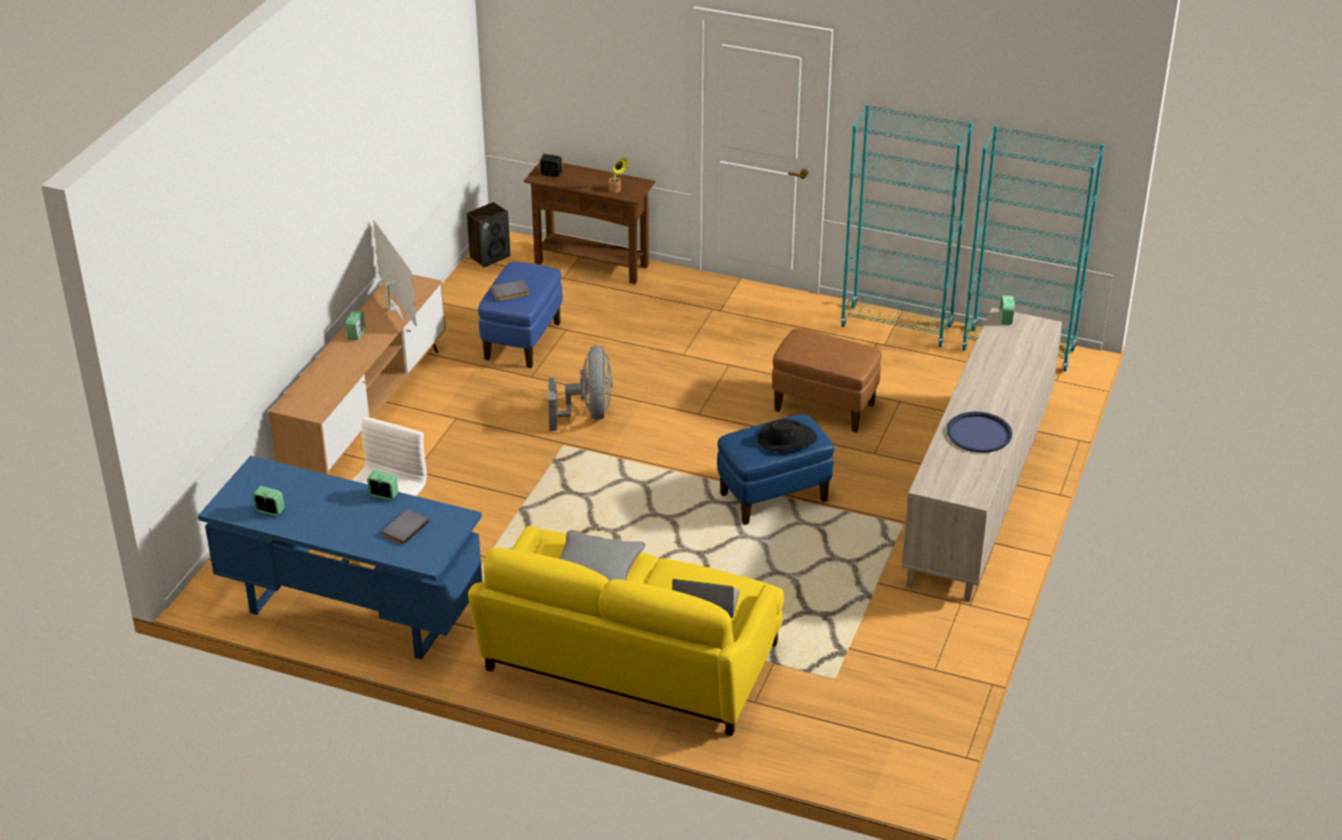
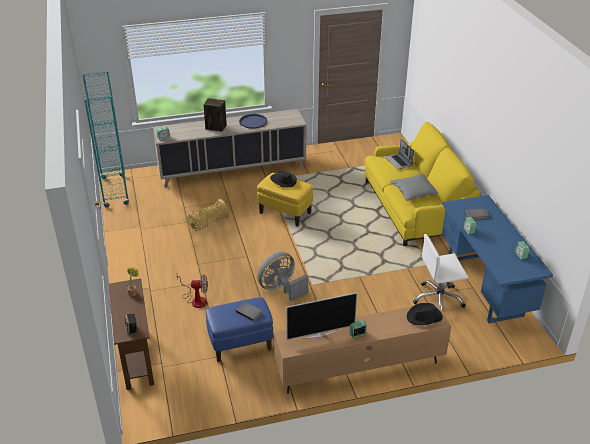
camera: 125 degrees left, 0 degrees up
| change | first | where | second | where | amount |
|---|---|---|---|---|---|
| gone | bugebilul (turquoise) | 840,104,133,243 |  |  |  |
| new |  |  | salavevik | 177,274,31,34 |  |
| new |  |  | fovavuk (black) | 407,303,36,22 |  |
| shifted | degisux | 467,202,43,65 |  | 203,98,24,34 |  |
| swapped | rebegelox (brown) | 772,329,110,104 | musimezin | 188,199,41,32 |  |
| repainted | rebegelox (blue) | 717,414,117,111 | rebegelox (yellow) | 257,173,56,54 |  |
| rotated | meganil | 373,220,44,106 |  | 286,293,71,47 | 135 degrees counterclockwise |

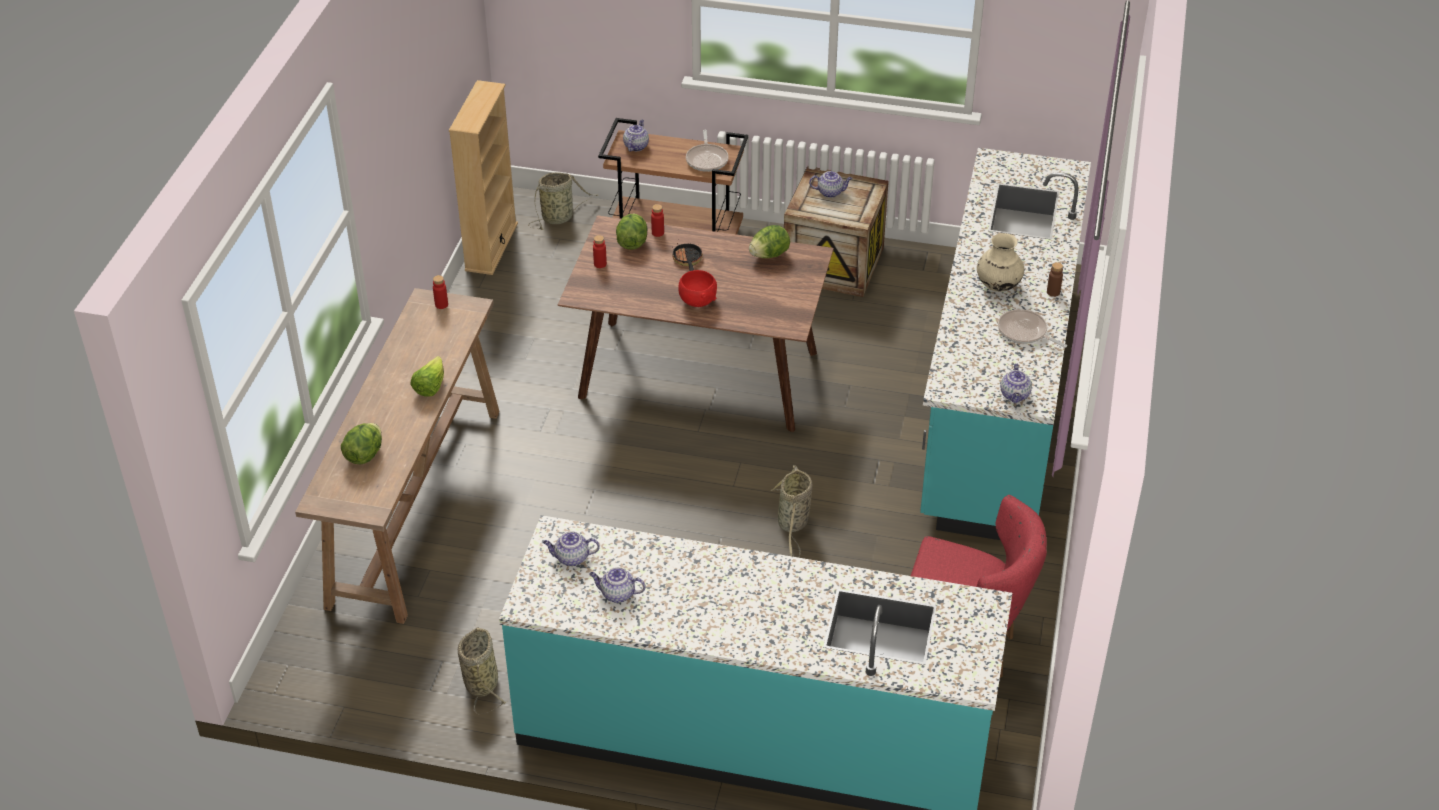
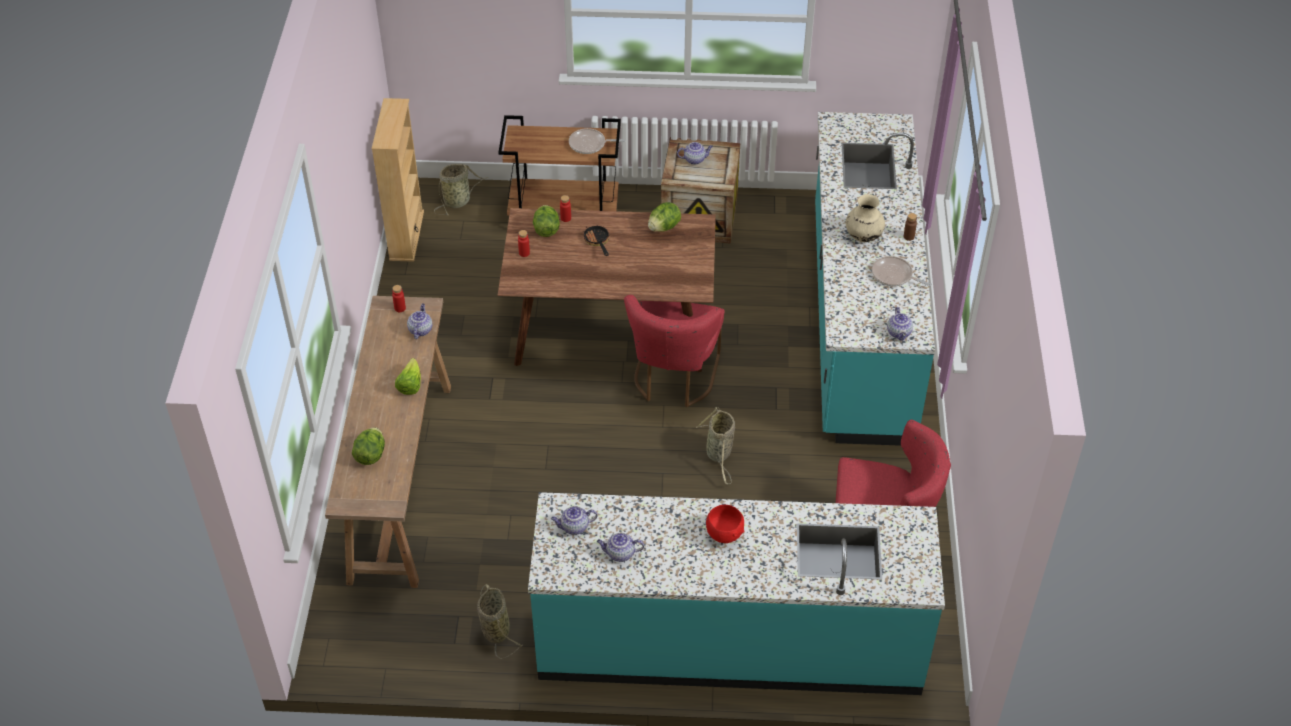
camera: 10 degrees left, 5 degrees up
| change | first | where | second | where | amount |
|---|---|---|---|---|---|
| new |  |  | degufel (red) | 624,295,101,112 |  |
| shifted | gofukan | 623,120,26,32 |  | 407,303,25,36 |  |
| shifted | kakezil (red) | 678,270,39,37 |  | 706,505,39,38 |  |
| rotated | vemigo | 686,130,43,42 |  | 569,128,57,26 | 105 degrees clockwise |

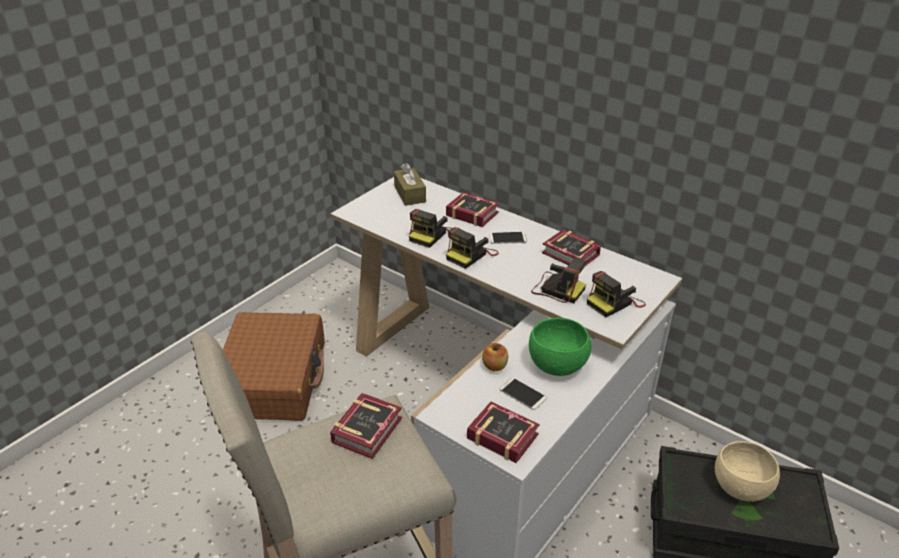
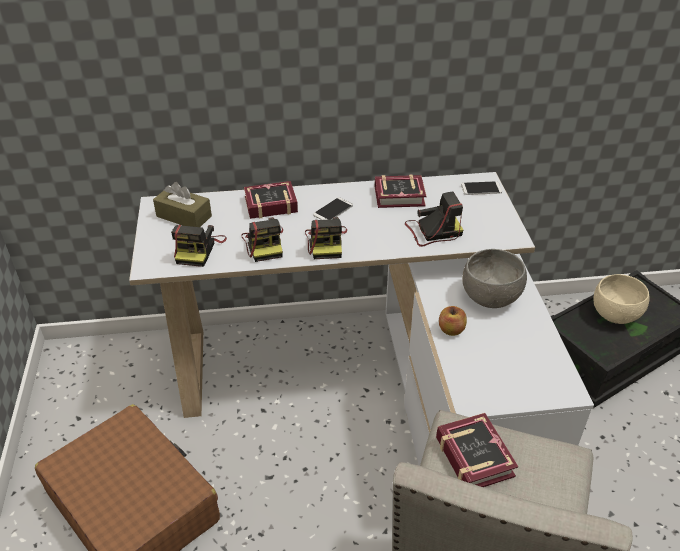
camera: 45 degrees left, 5 degrees up
| change | first | where | second | where | amount |
|---|---|---|---|---|---|
| gone | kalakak | 467,401,72,62 |  |  |  |
| shifted | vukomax | 500,378,47,32 |  | 461,181,41,14 |  |
| shifted | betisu | 587,271,59,46 |  | 171,225,56,42 |  |
| repainted | kakezil (green) | 529,318,63,58 | kakezil (grey) | 462,249,65,59 |  |

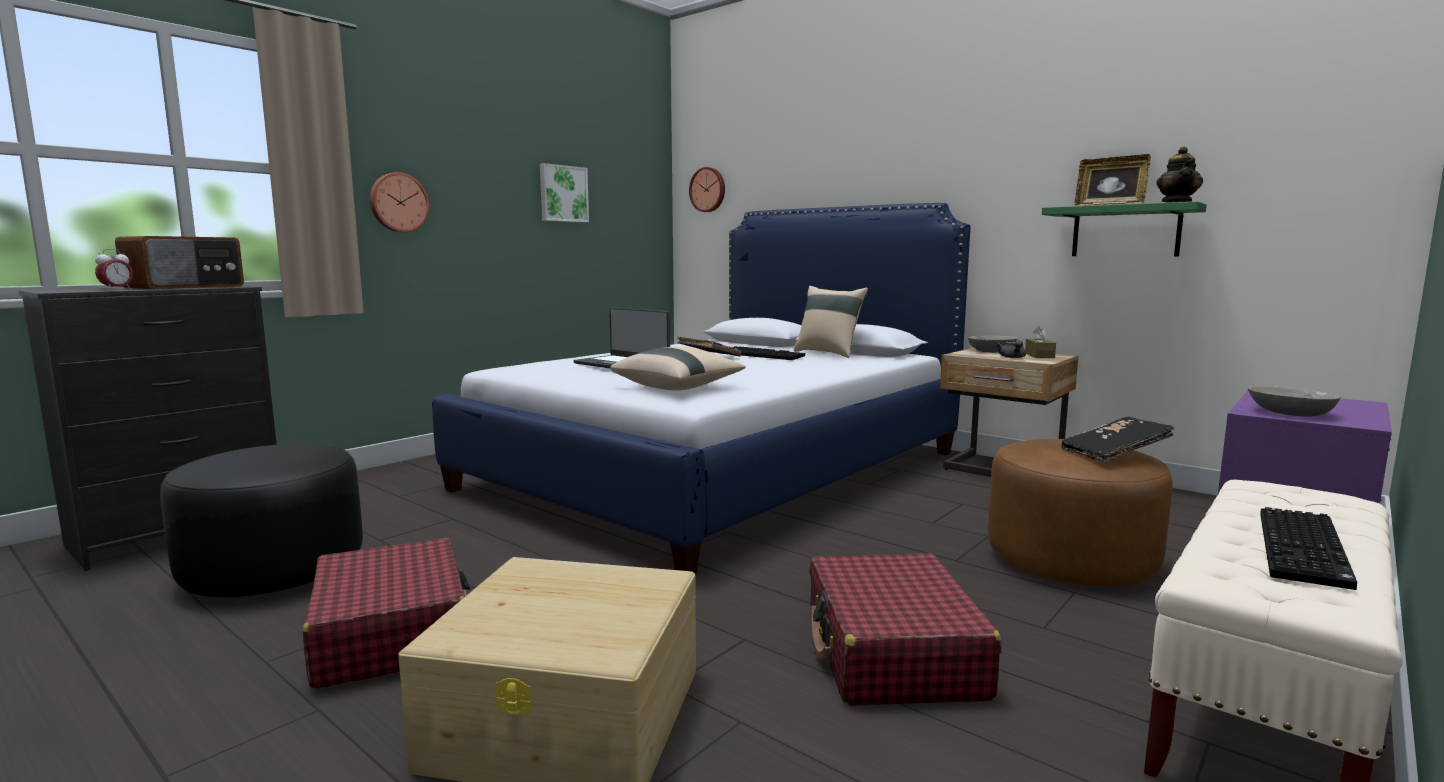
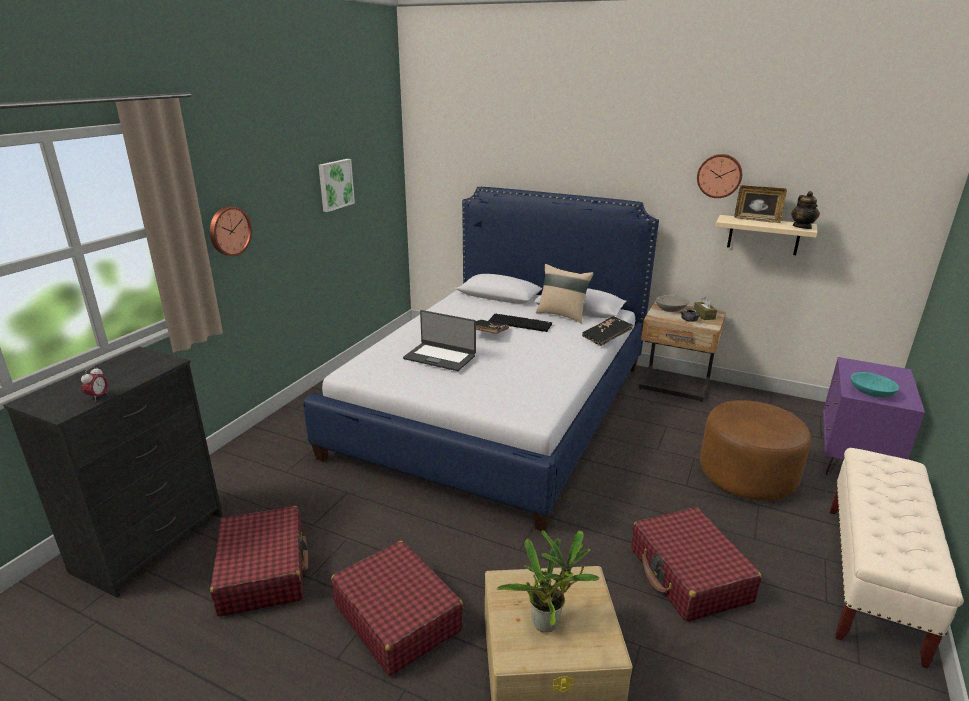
camera: 15 degrees left, 15 degrees up
| change | first | where | second | where | amount |
|---|---|---|---|---|---|
| gone | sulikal | 115,236,129,53 |  |  |  |
| gone | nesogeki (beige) | 610,347,136,44 |  |  |  |
| gone | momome | 1260,507,97,83 |  |  |  |
| new |  |  | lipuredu | 497,530,102,103 |  |
| shifted | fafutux | 689,167,36,45 |  | 697,154,45,44 |  |
| shifted | kalakak (black) | 1061,417,114,45 |  | 582,316,51,30 |  |
| swapped | rebegelox (black) | 160,444,203,153 | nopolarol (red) | 210,506,99,111 |  |
| repainted | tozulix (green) | 1042,201,165,55 | tozulix (beige) | 715,215,102,40 |  |
| repainted | kakezil (grey) | 1248,385,92,32 | kakezil (turquoise) | 851,372,48,25 |  |

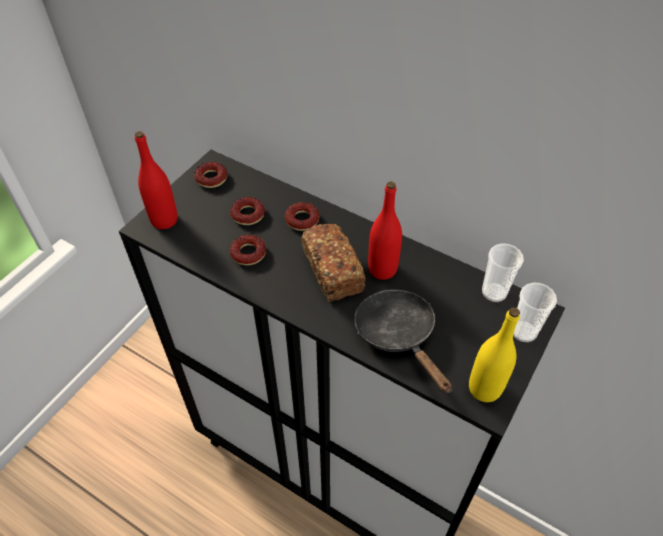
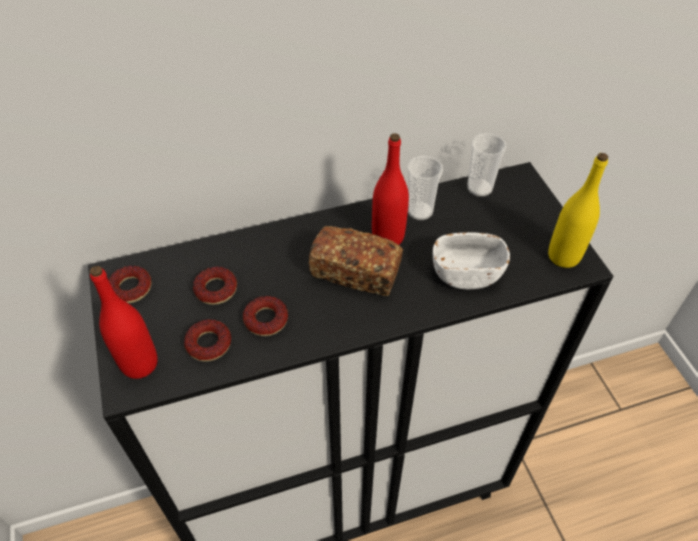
camera: 50 degrees left, 0 degrees up
| change | first | where | second | where | amount |
|---|---|---|---|---|---|
| shifted | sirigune | 285,202,34,29 |  | 184,319,47,42 |  |
| shifted | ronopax | 513,282,44,60 |  | 407,156,36,64 |  |
| swapped | vemigo (black) | 354,290,98,103 | kakezil (white) | 433,232,77,57 |  |

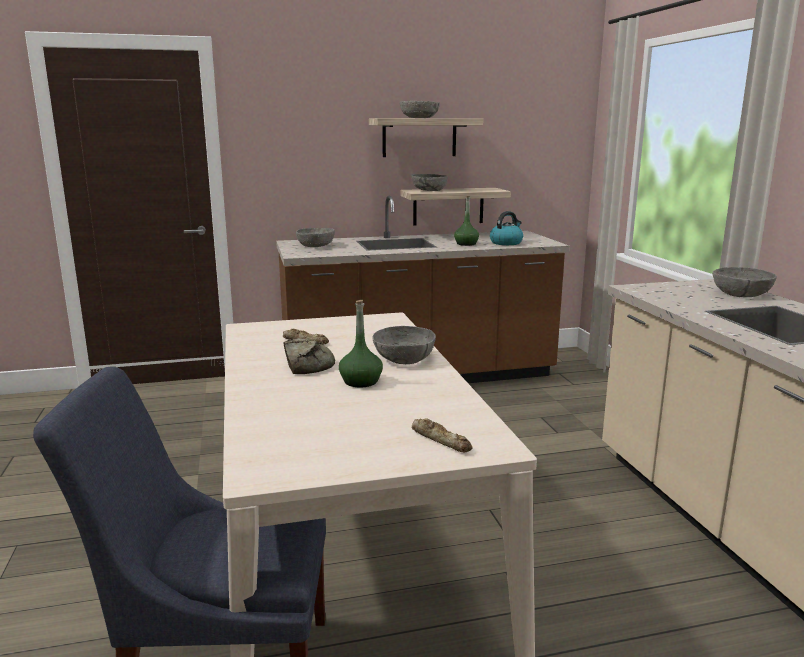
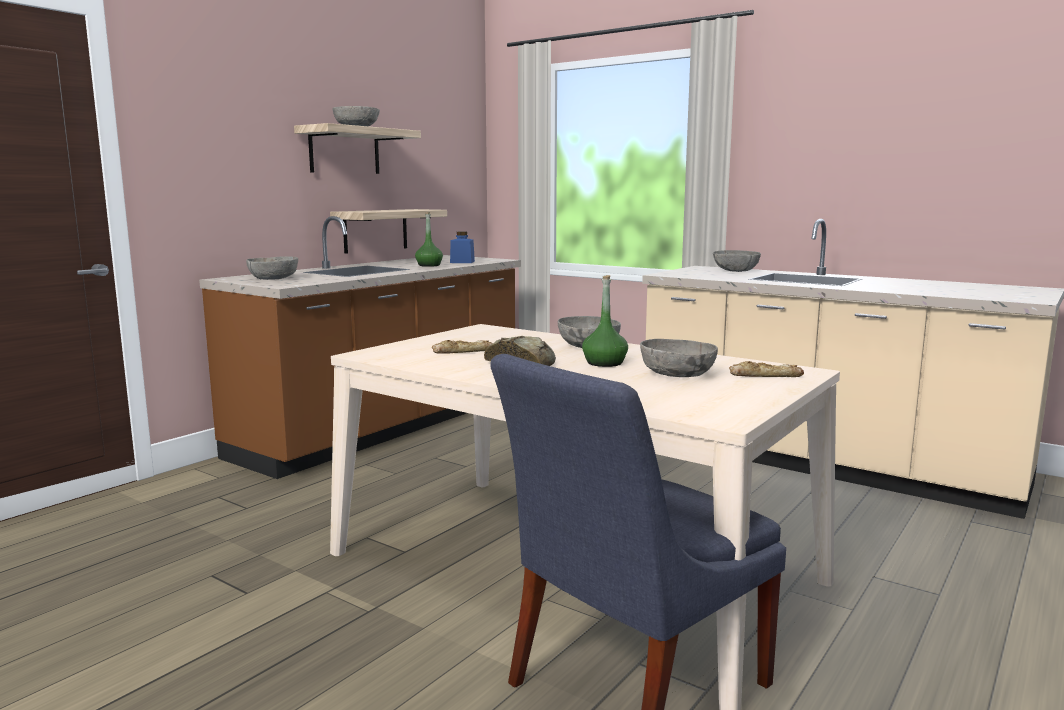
camera: 40 degrees left, 5 degrees down
| change | first | where | second | where | amount |
|---|---|---|---|---|---|
| shifted | kakezil (grey) | 412,174,36,17 |  | 640,339,78,38 |  |
| swapped | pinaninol | 490,211,33,34 | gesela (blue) | 450,231,25,32 |  |

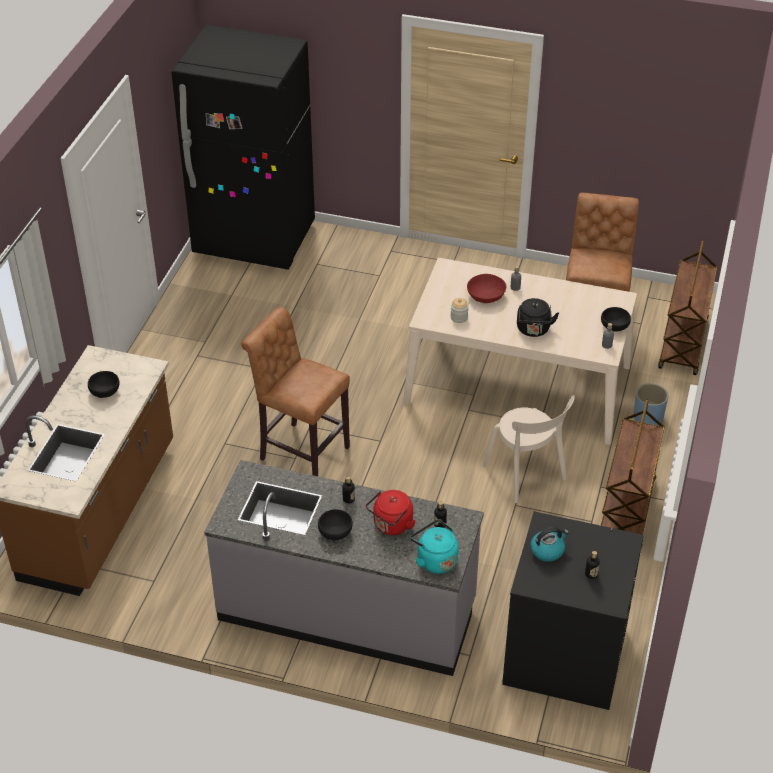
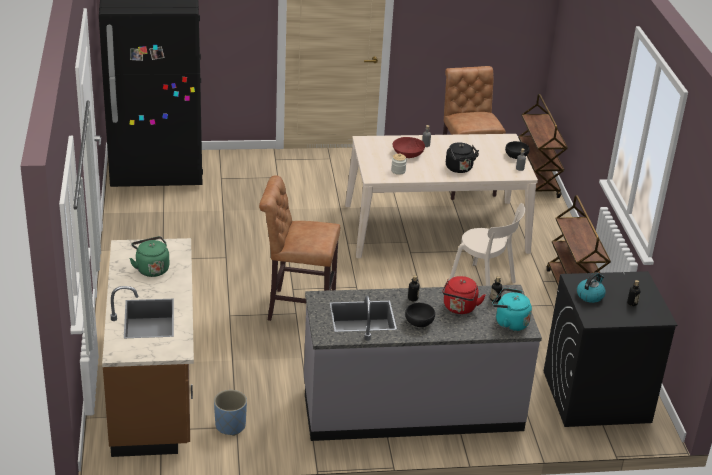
camera: 25 degrees left, 10 degrees down
| change | first | where | second | where | amount |
|---|---|---|---|---|---|
| shifted | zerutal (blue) | 634,383,34,42 |  | 214,390,33,46 |  |
| swapped | kakezil (black) | 88,371,31,27 | pinaninol (green) | 129,236,41,41 |  |

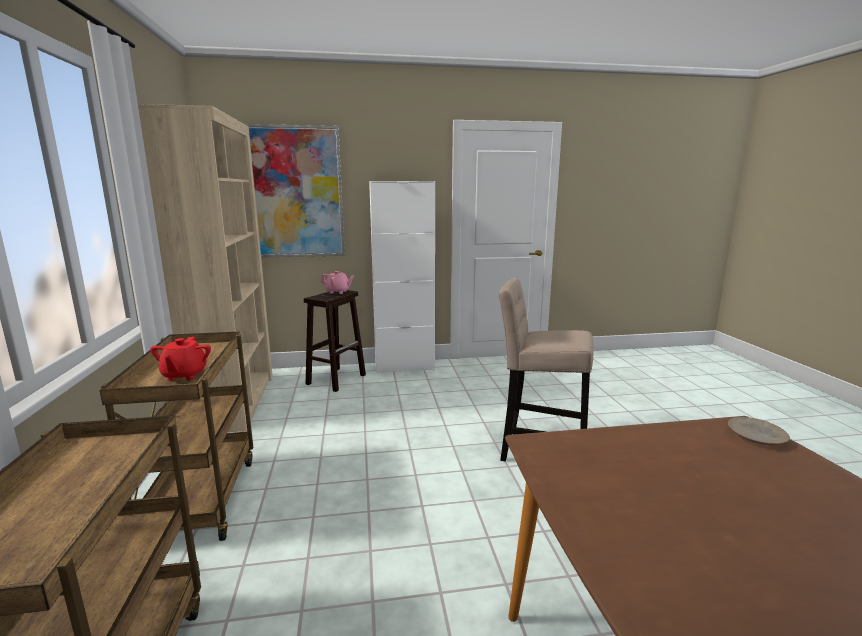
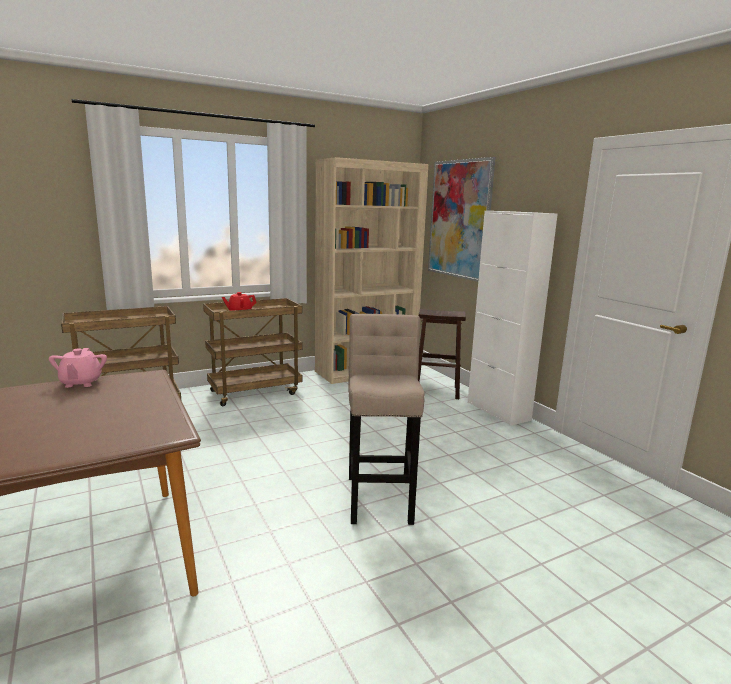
camera: 70 degrees right, 0 degrees up
| change | first | where | second | where | amount |
|---|---|---|---|---|---|
| gone | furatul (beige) | 728,417,62,28 |  |  |  |
| shifted | gofukan (pink) | 321,271,33,23 |  | 49,348,58,40 |  |

